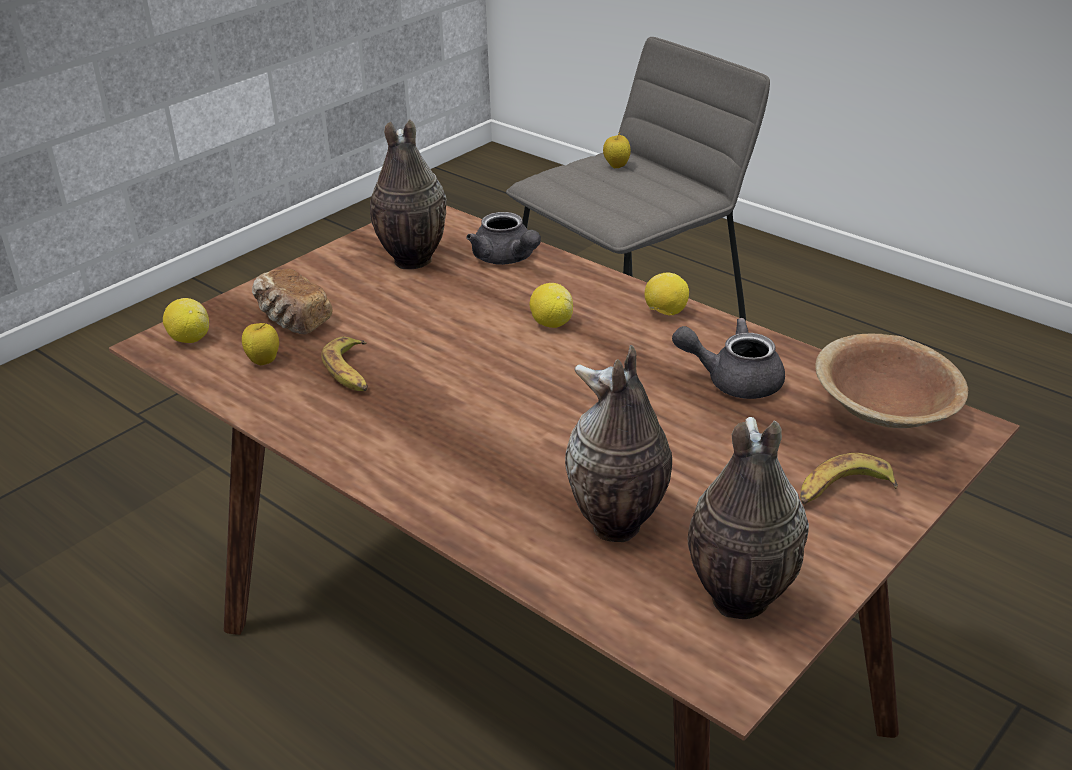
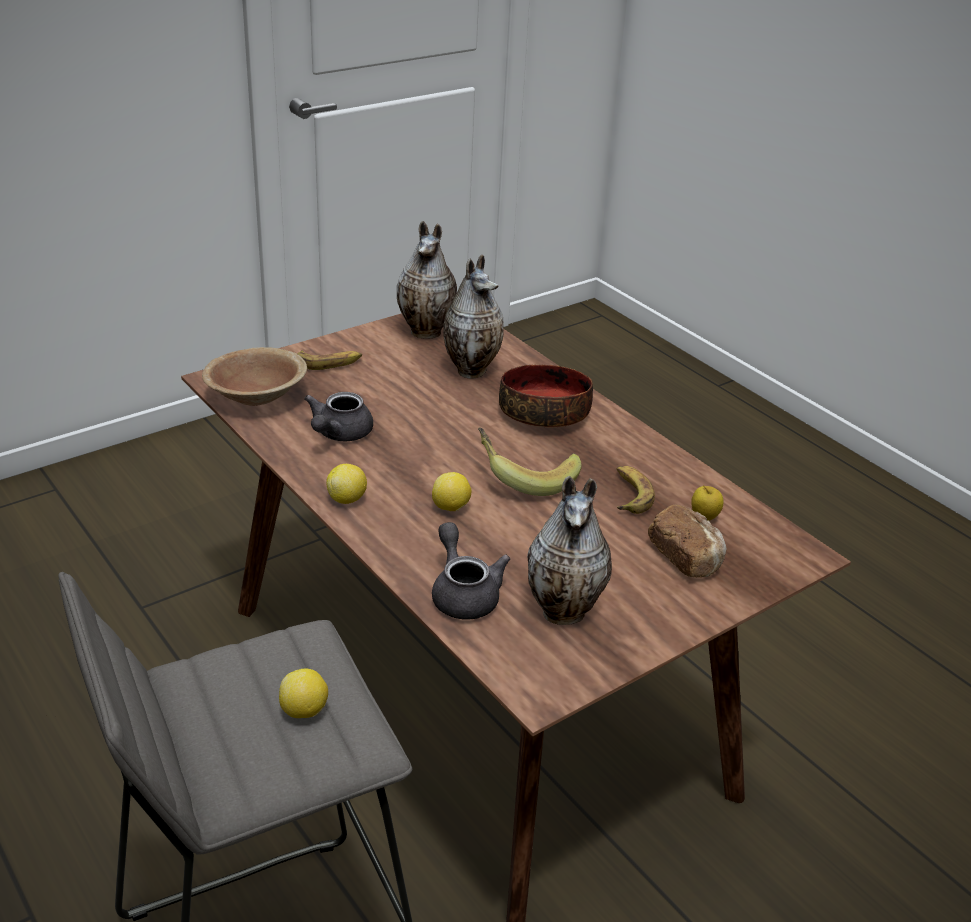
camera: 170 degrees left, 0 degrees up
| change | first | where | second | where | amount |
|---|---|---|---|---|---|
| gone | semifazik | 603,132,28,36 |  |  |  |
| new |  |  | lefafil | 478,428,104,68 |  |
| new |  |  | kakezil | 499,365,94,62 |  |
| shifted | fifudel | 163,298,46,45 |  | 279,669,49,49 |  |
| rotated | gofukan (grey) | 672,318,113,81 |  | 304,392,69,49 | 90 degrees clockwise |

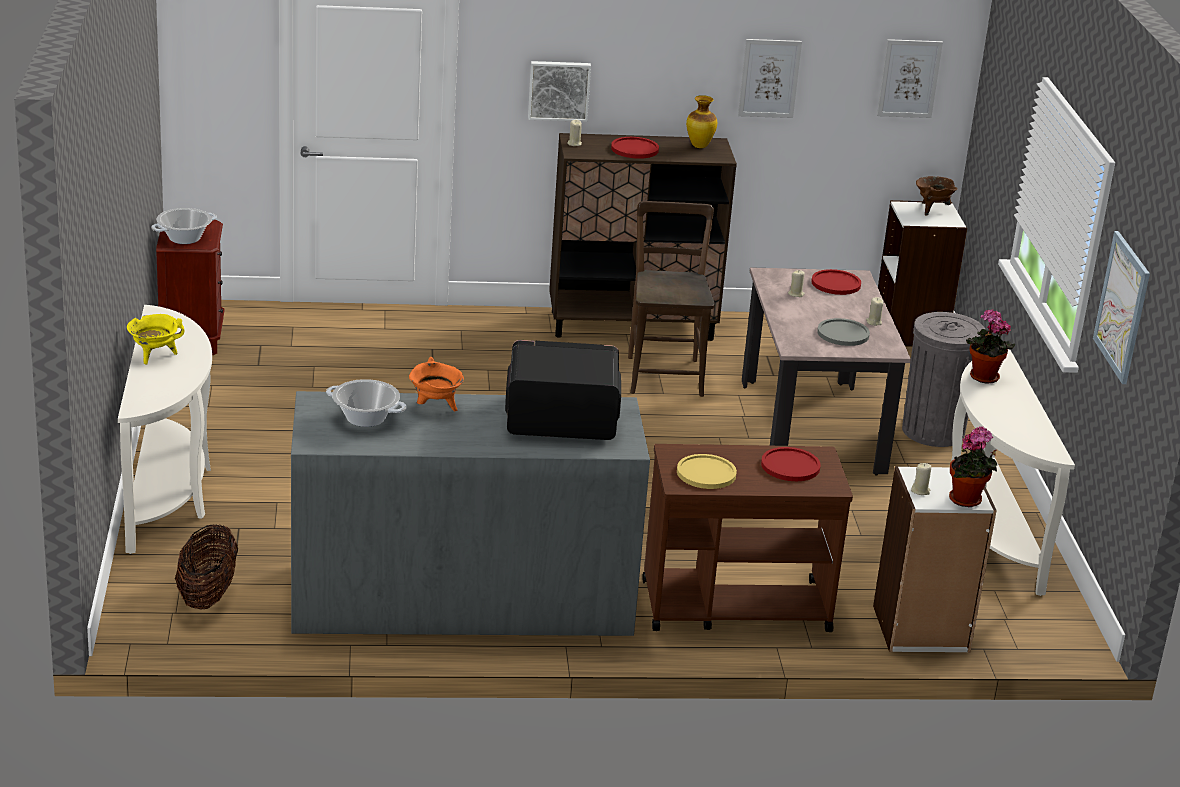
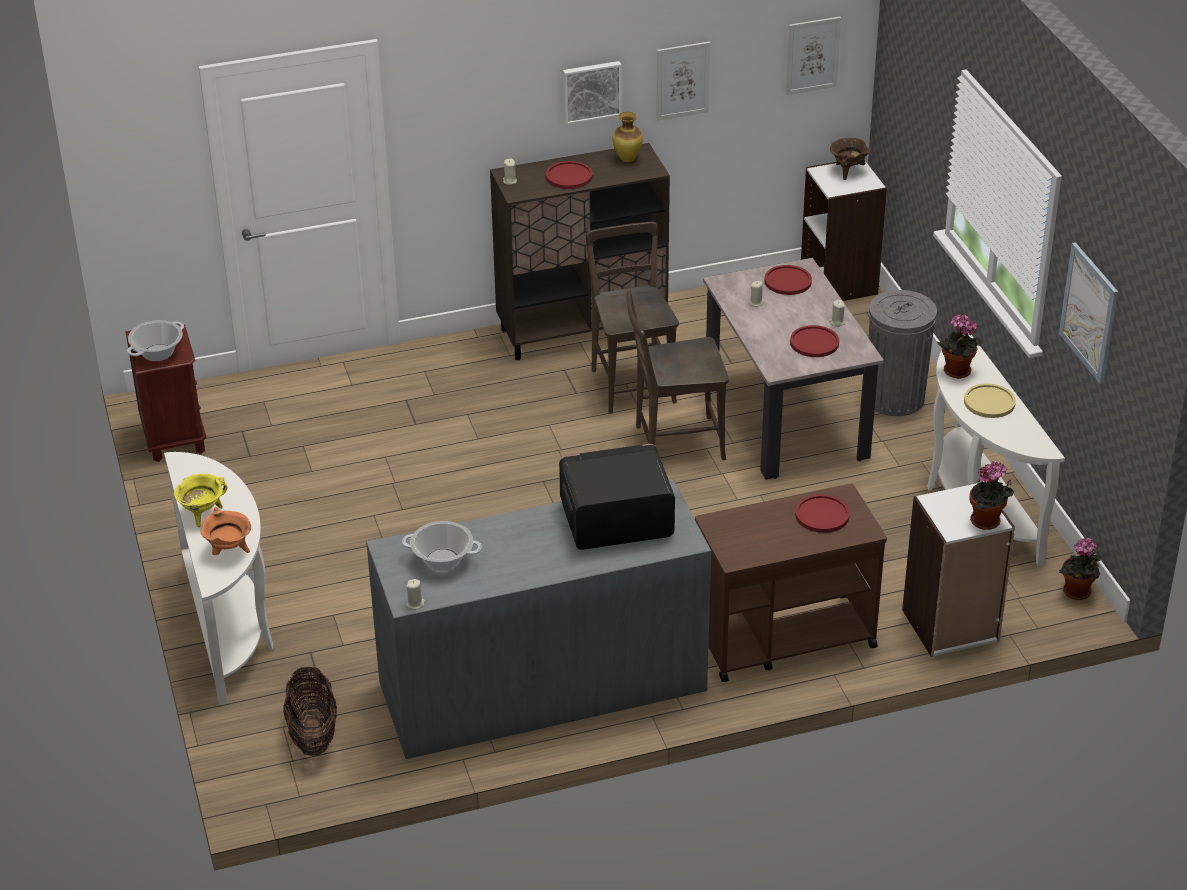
camera: 10 degrees left, 10 degrees up
| change | first | where | second | where | amount |
|---|---|---|---|---|---|
| new |  |  | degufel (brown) | 627,291,102,169 |  |
| new |  |  | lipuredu | 1059,538,42,62 |  |
| shifted | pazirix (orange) | 409,357,55,54 |  | 201,507,50,48 |  |
| shifted | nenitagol | 528,61,63,61 |  | 563,61,58,64 |  |
| shifted | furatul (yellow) | 677,454,60,35 |  | 964,384,52,34 |  |
| shifted | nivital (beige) | 911,463,20,32 |  | 406,579,19,30 |  |
| repainted | furatul (grey) | 817,318,53,28 | furatul (red) | 790,325,49,32 |  |

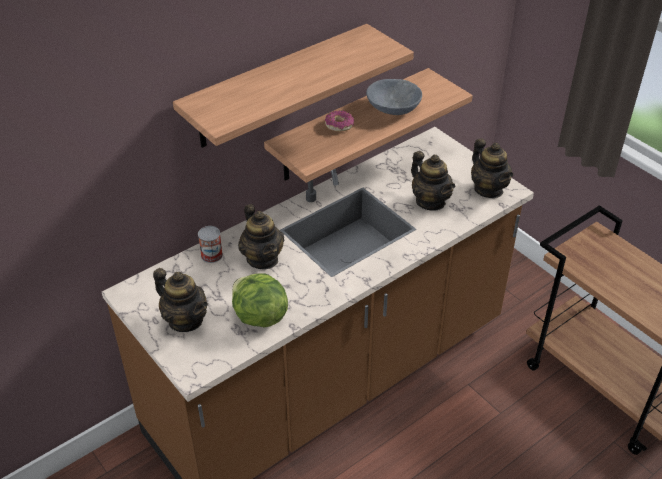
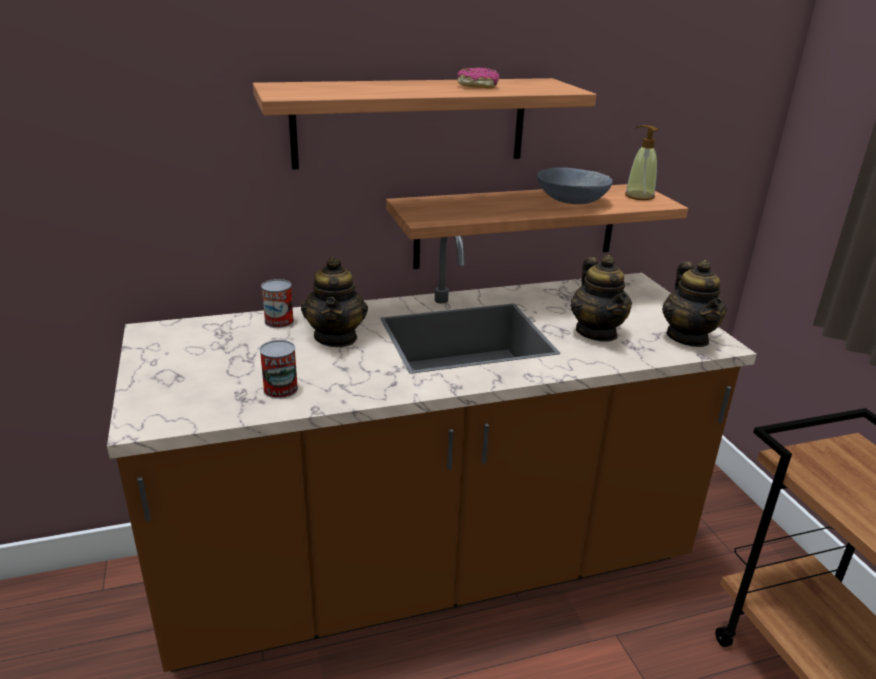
camera: 20 degrees right, 15 degrees down
| change | first | where | second | where | amount |
|---|---|---|---|---|---|
| gone | gofukan | 153,268,55,64 |  |  |  |
| new |  |  | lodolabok | 625,125,34,75 |  |
| shifted | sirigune | 325,110,29,22 |  | 457,67,42,22 |  |
| swapped | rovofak | 232,273,56,55 | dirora | 260,340,38,59 |  |

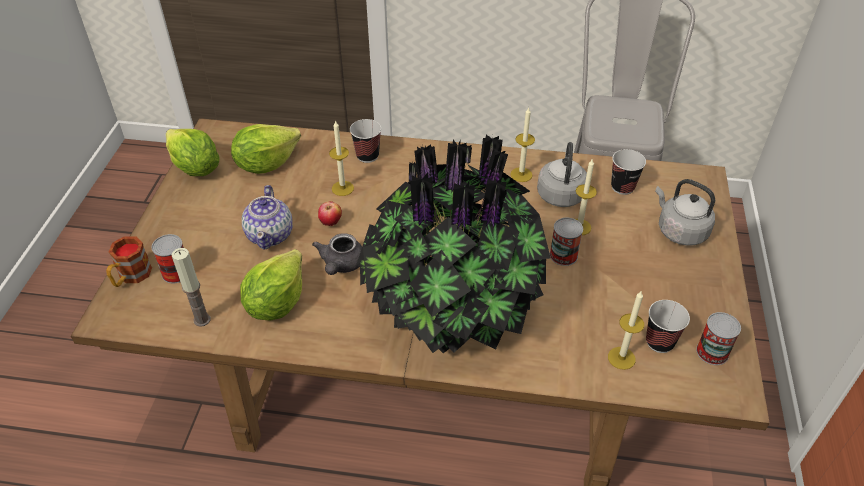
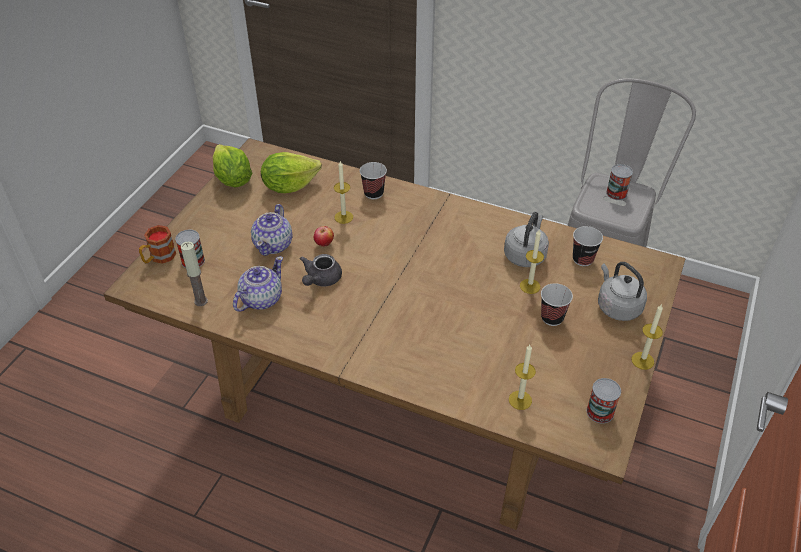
camera: 15 degrees right, 0 degrees up
| change | first | where | second | where | amount |
|---|---|---|---|---|---|
| gone | lipuredu | 356,135,195,218 |  |  |  |
| shifted | nivital | 510,108,25,74 |  | 631,304,32,66 |  |
| shifted | dirora | 550,218,33,48 |  | 606,164,27,36 |  |
| shifted | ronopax | 646,300,44,53 |  | 541,283,32,43 |  |
| swapped | rovofak | 240,249,62,72 | gofukan | 233,256,50,56 |  |

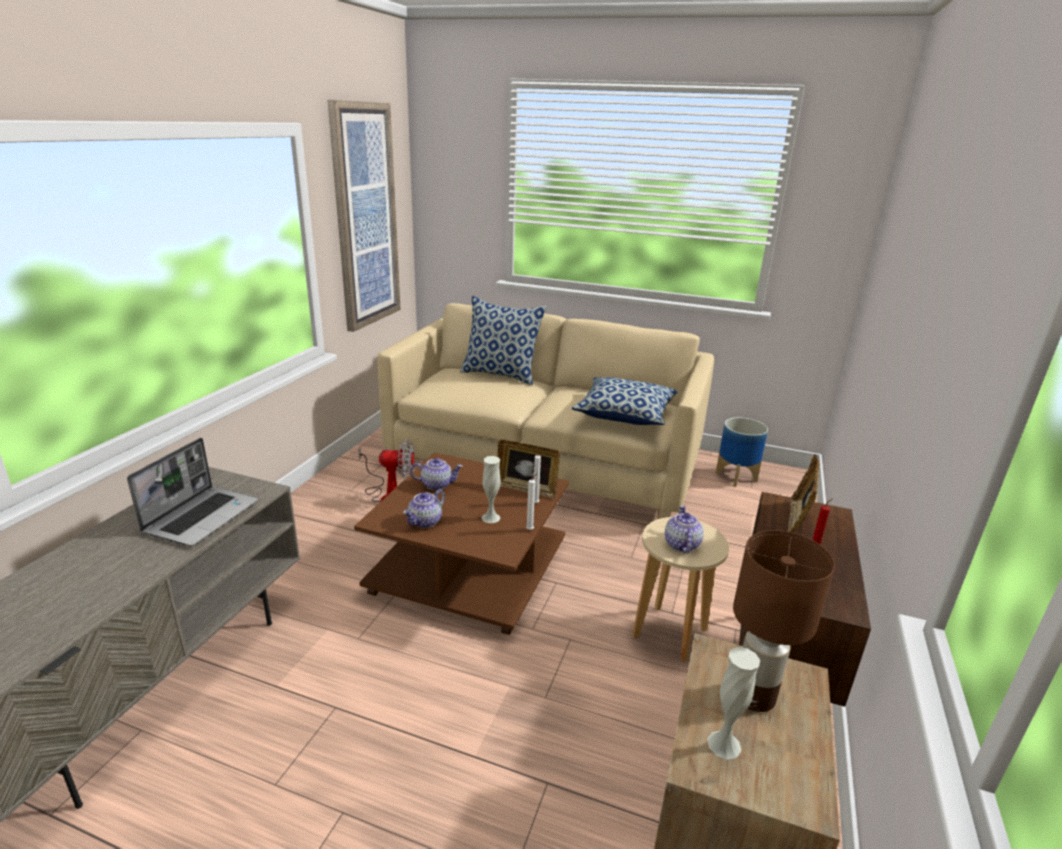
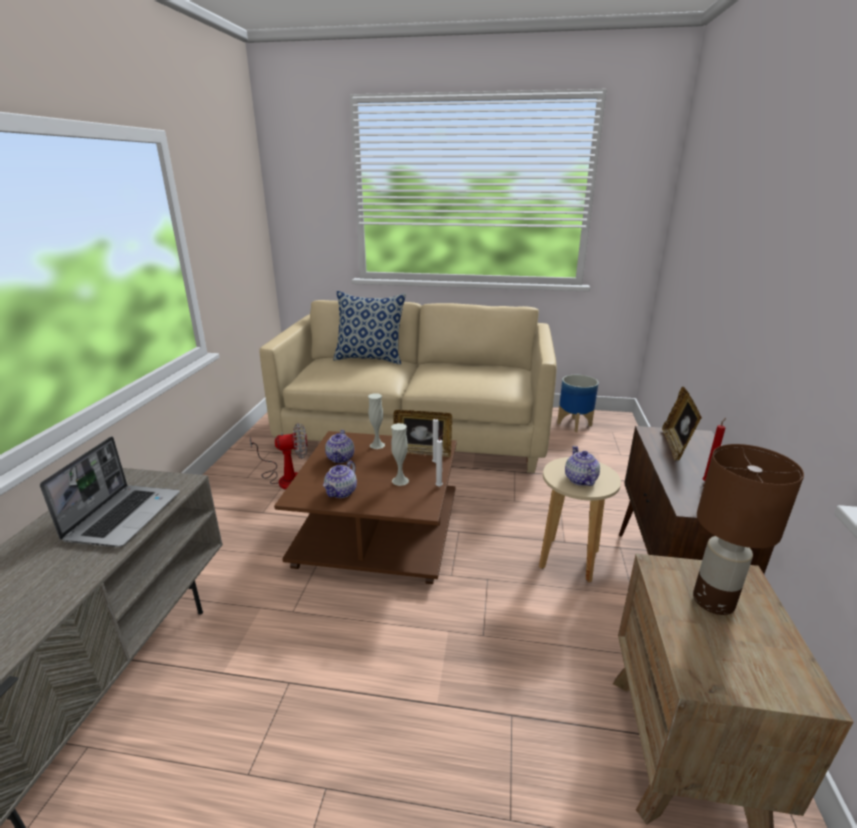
camera: 10 degrees left, 0 degrees up
| change | first | where | second | where | amount |
|---|---|---|---|---|---|
| gone | nenitagol | 327,100,74,232 |  |  |  |
| gone | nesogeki | 572,377,106,48 |  |  |  |
| shifted | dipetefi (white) | 707,647,53,113 |  | 368,393,17,56 |  |
| rotated | gofukan | 410,458,53,32 |  | 325,430,29,33 | 105 degrees clockwise |

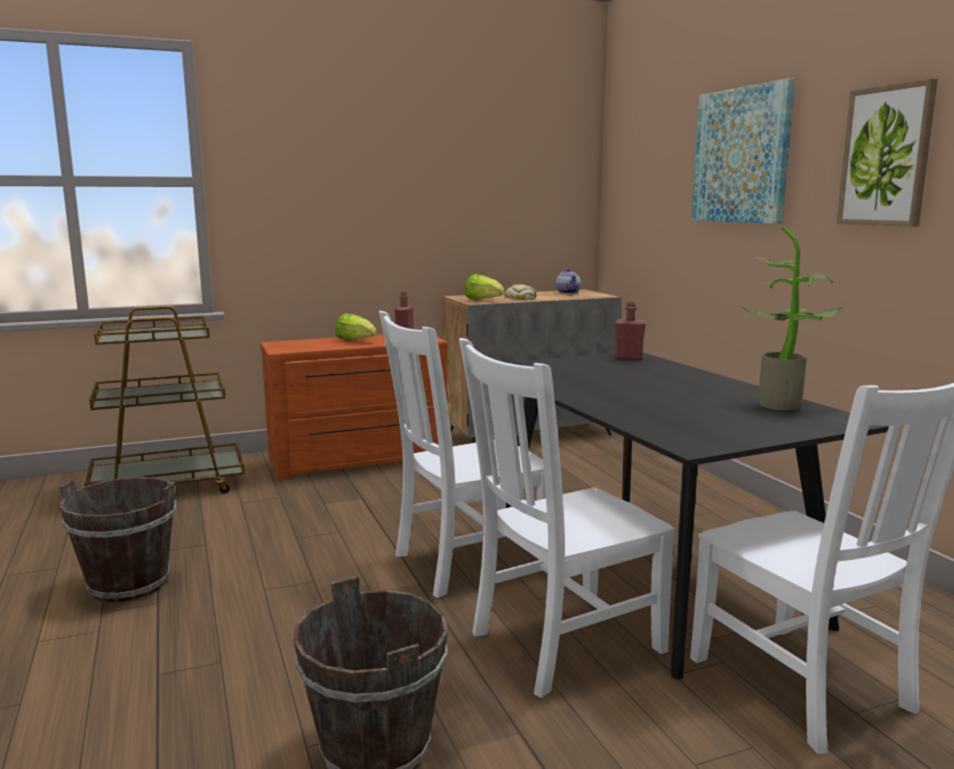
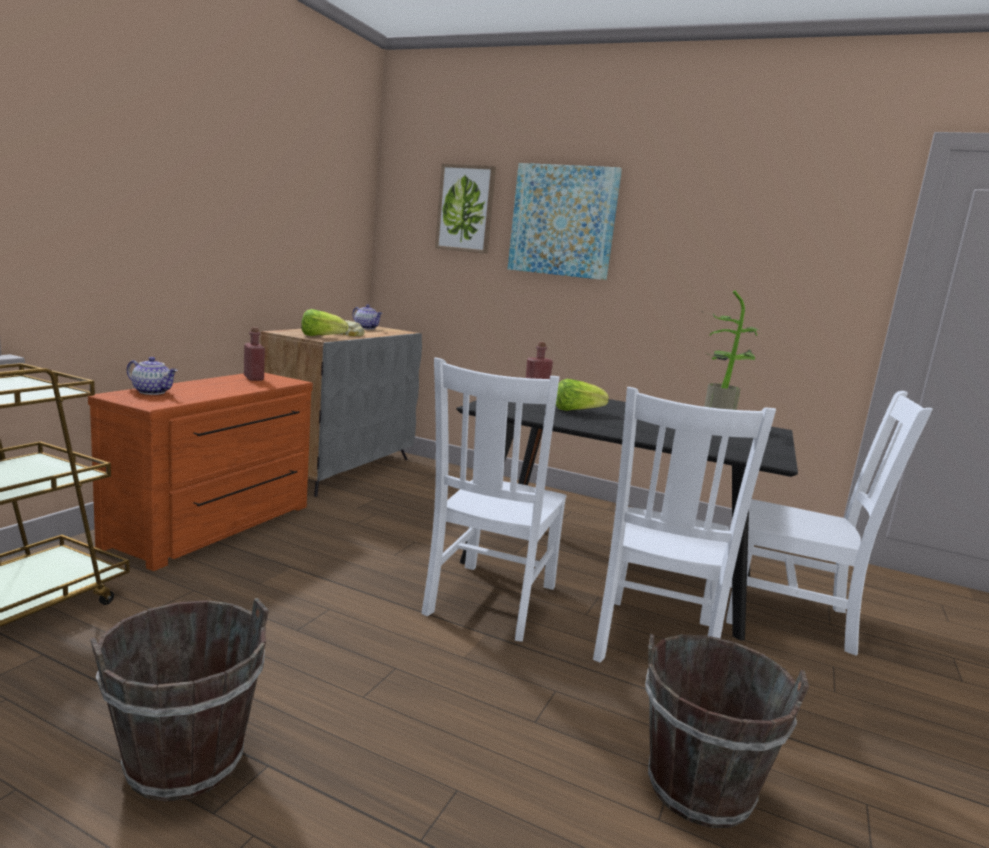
camera: 45 degrees left, 0 degrees up
| change | first | where | second | where | amount |
|---|---|---|---|---|---|
| new |  |  | gofukan | 127,357,51,38 |  |
| shifted | rovofak | 335,313,42,27 |  | 556,379,53,32 |  |
| shifted | nenitagol | 837,79,101,148 |  | 435,164,61,90 |  |

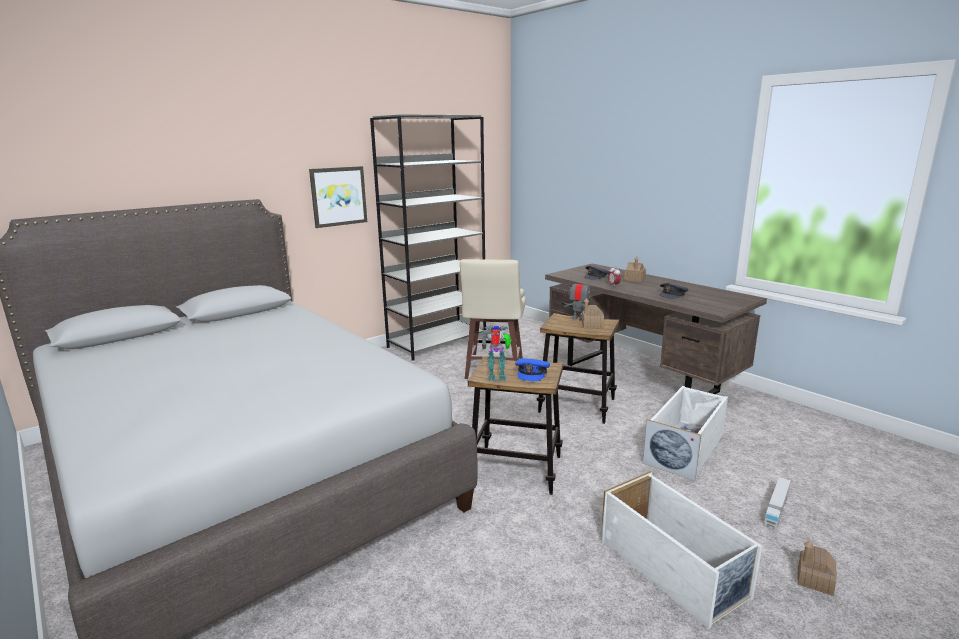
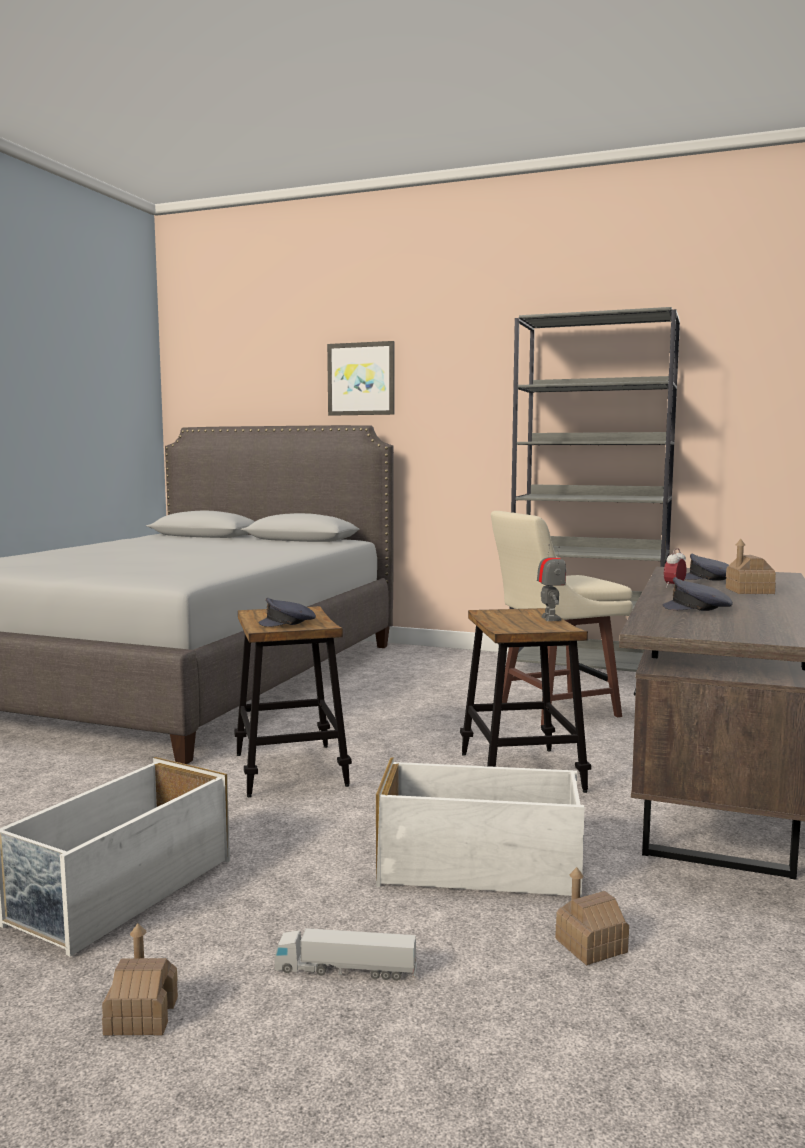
camera: 60 degrees right, 10 degrees down
| change | first | where | second | where | amount |
|---|---|---|---|---|---|
| gone | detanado | 481,326,31,55 |  |  |  |
| shifted | nenitagol | 309,166,58,62 |  | 327,341,68,75 |  |
| shifted | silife | 582,298,22,31 |  | 555,867,74,98 |  |
| repainted | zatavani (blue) | 515,358,35,23 | zatavani (grey) | 259,598,57,29 |  |

